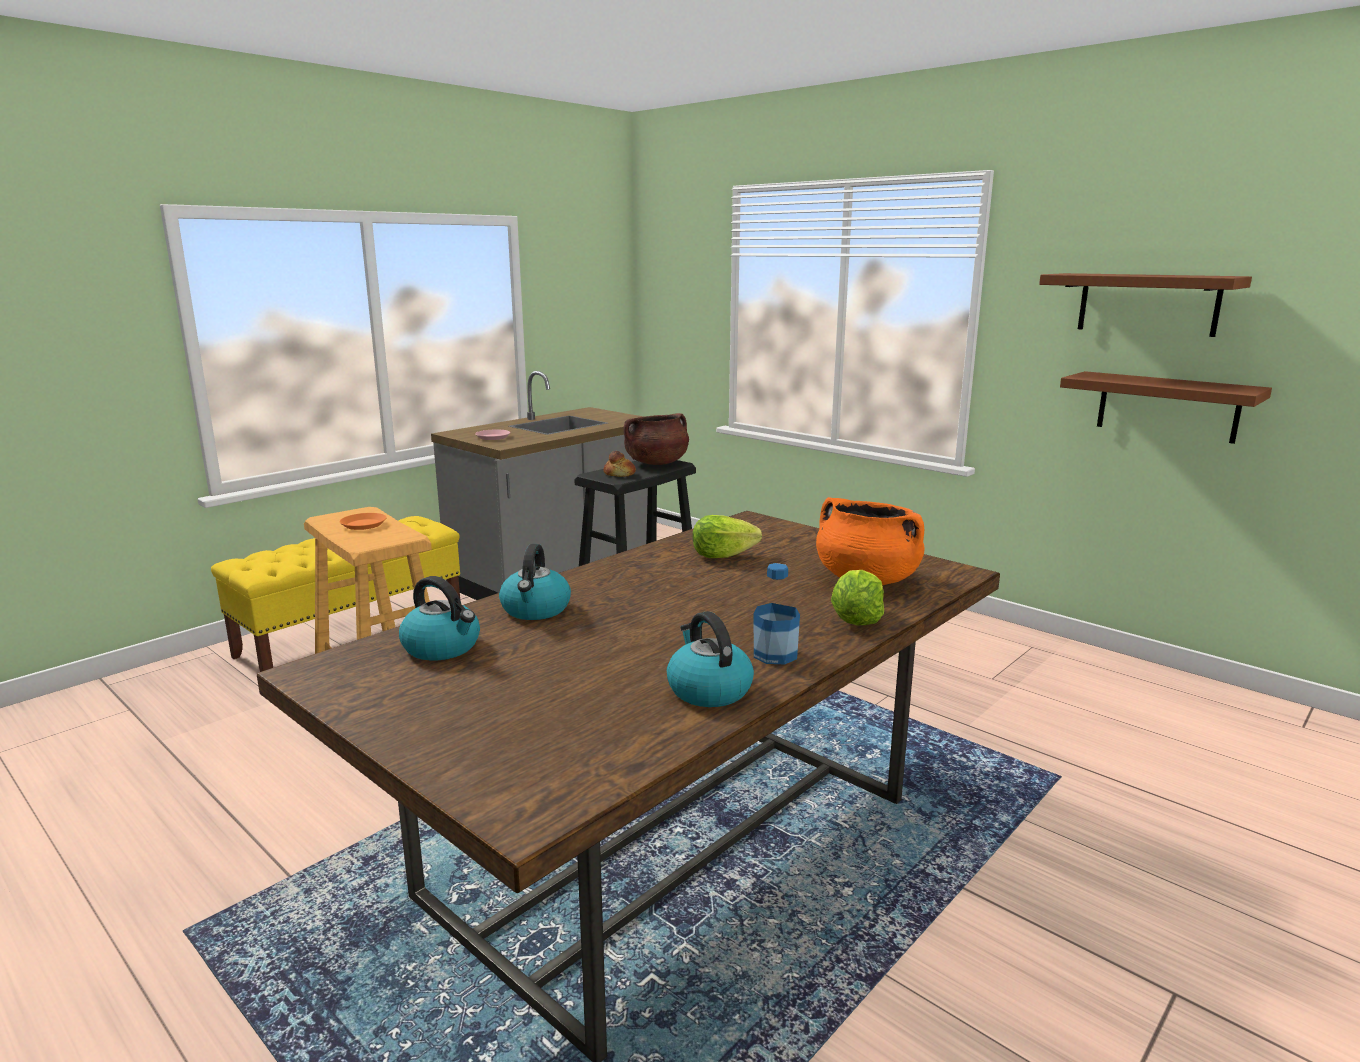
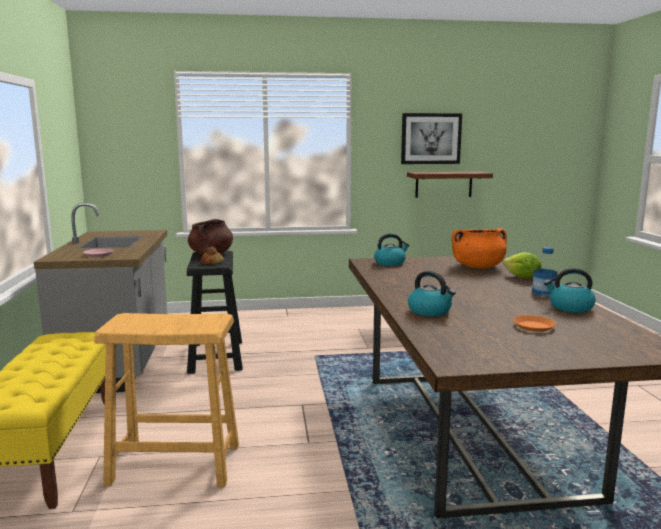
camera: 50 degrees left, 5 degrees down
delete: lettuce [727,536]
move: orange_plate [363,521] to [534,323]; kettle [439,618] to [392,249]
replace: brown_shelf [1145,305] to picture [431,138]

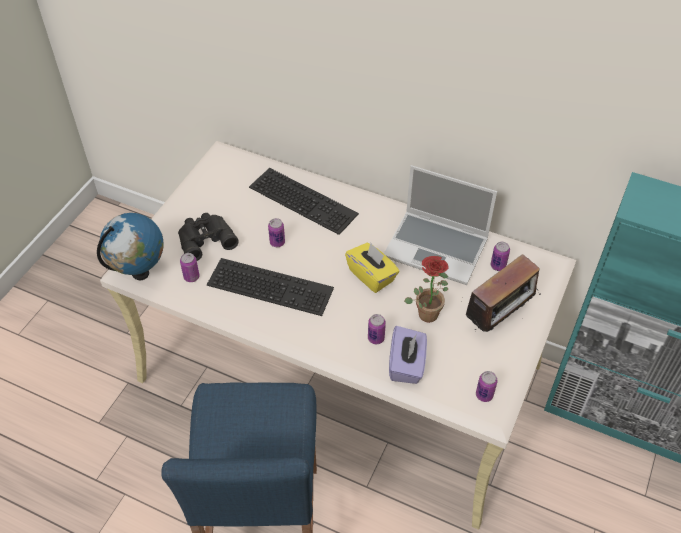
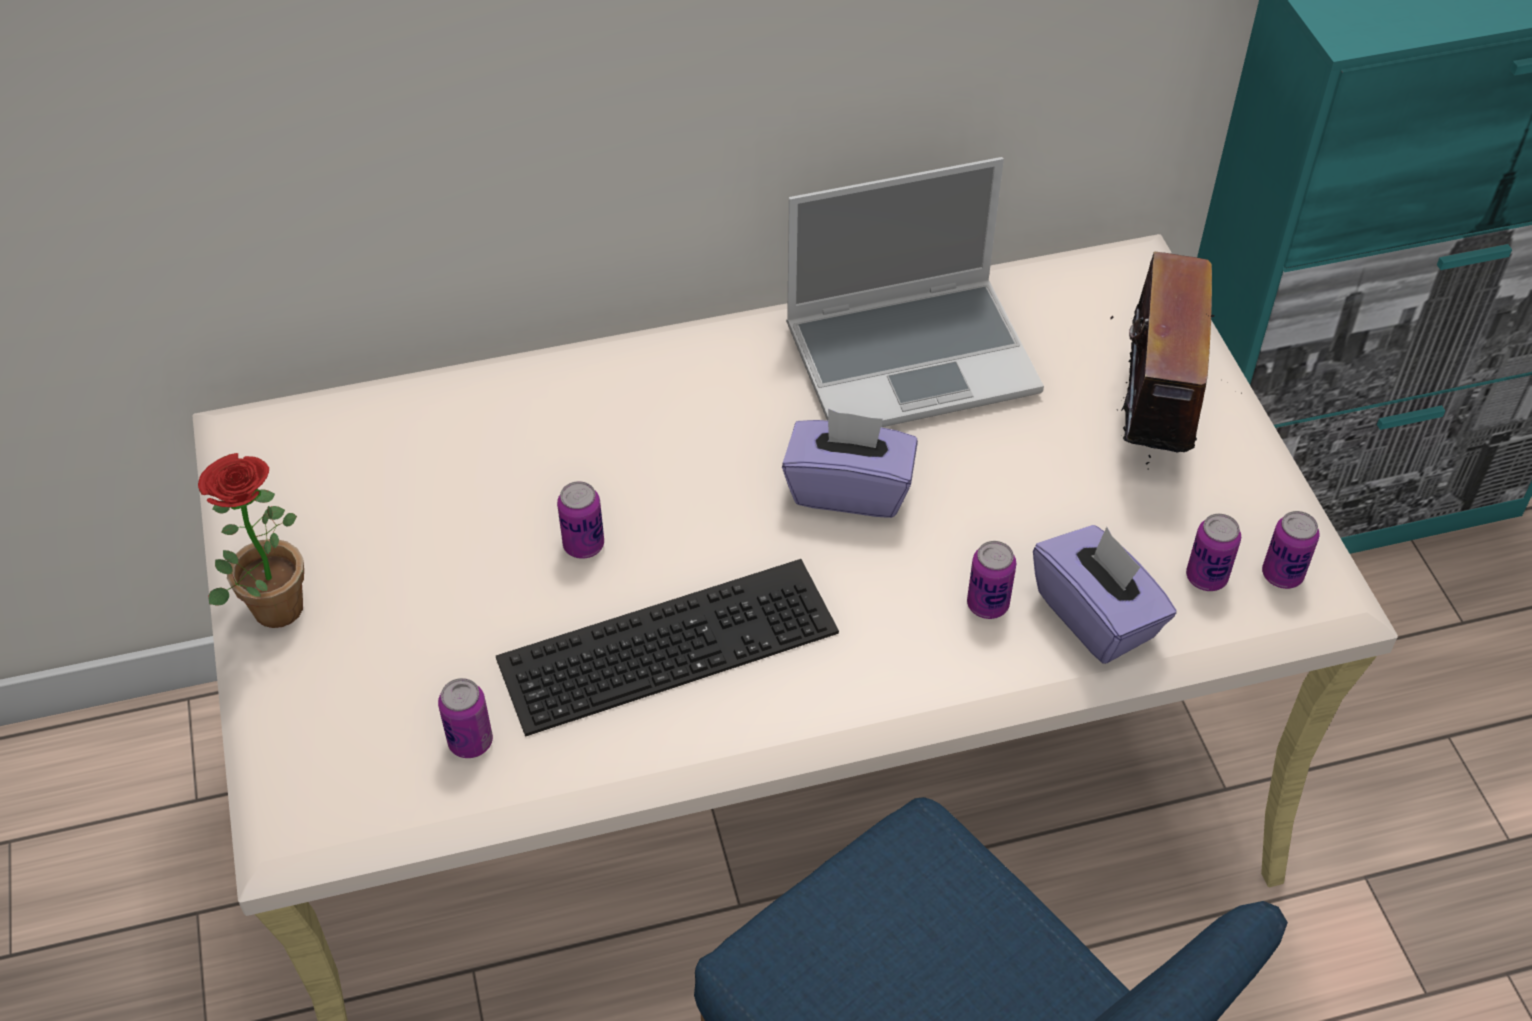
camera: 40 degrees left, 0 degrees up
delete: globe [130,246]; black_binoculars [208,237]; keyboard [304,201]
move: potted_plant [426,289] to [251,540]; can [500,256] to [1213,552]
recolor: yellow_tissue_box [372,268] to purple_tissue_box [850,463]

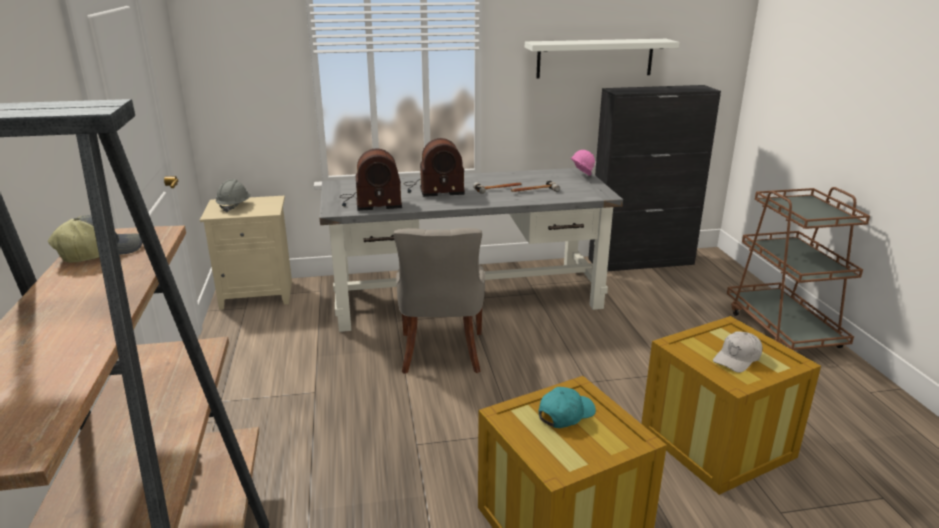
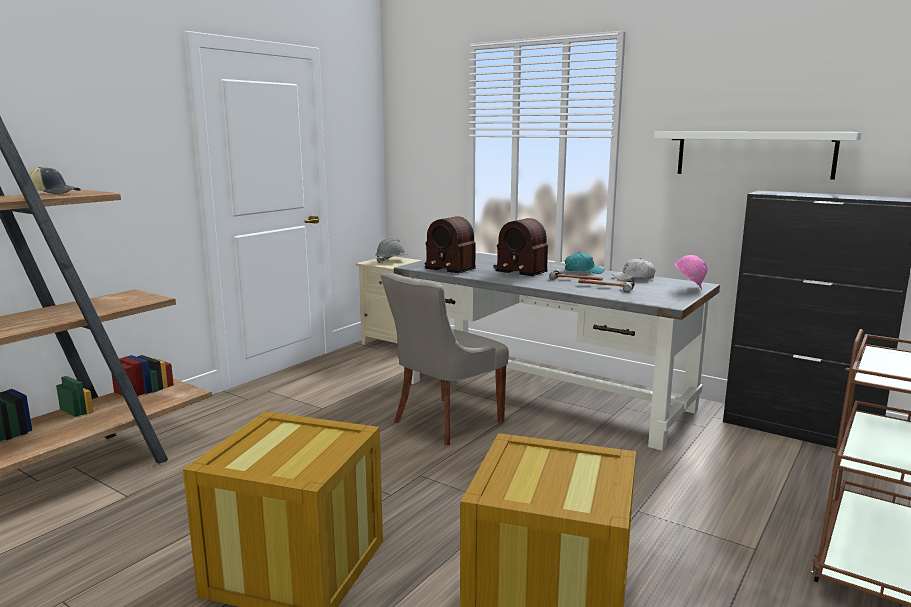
camera: 45 degrees right, 10 degrees down
move: turquoise_cap [567,407] to [585,263]; white_cap [737,352] to [633,269]

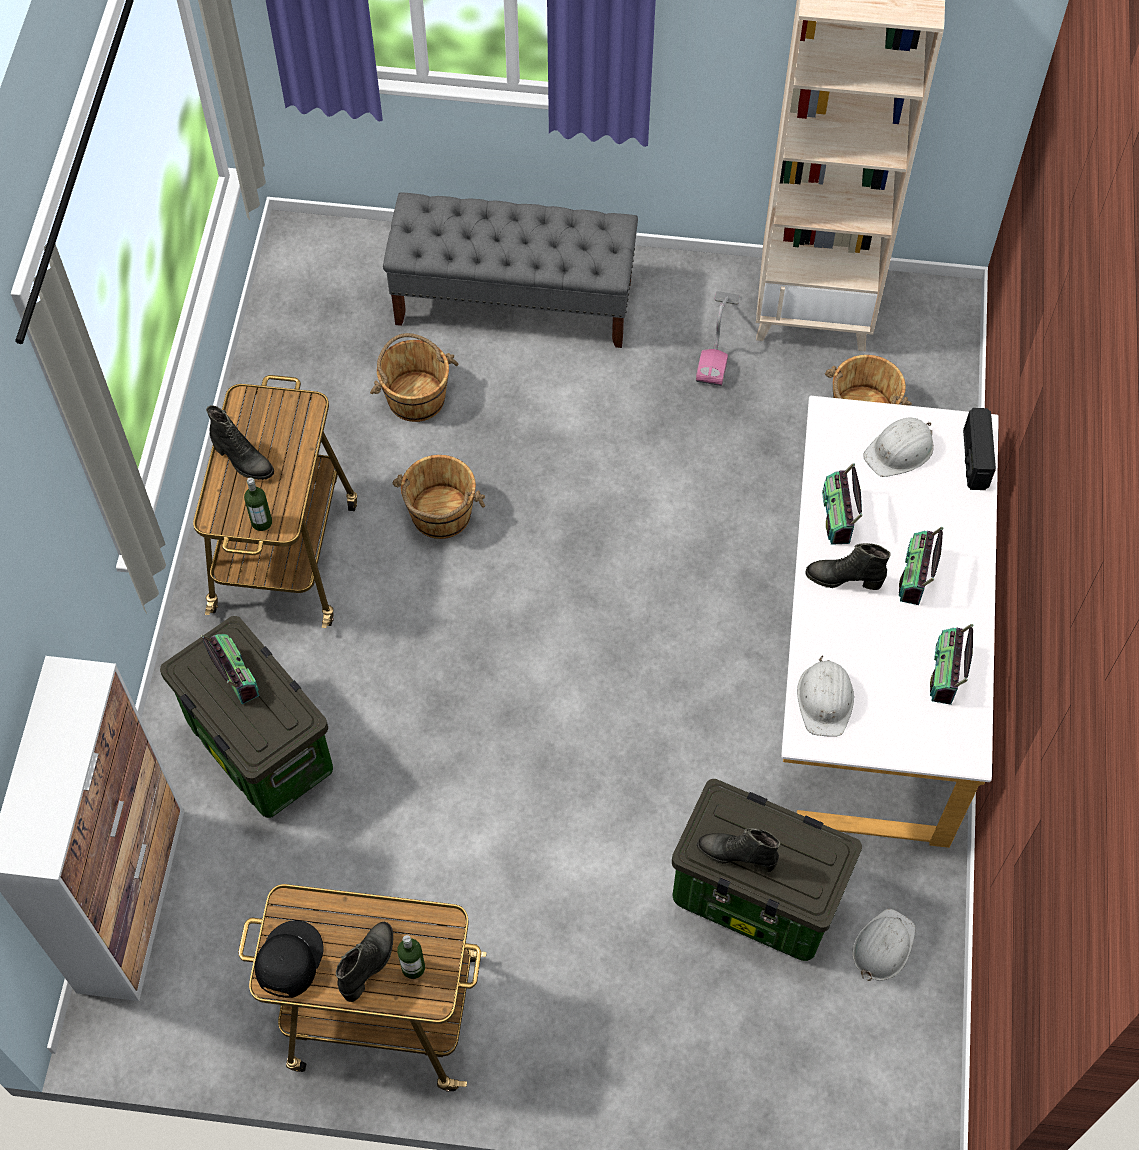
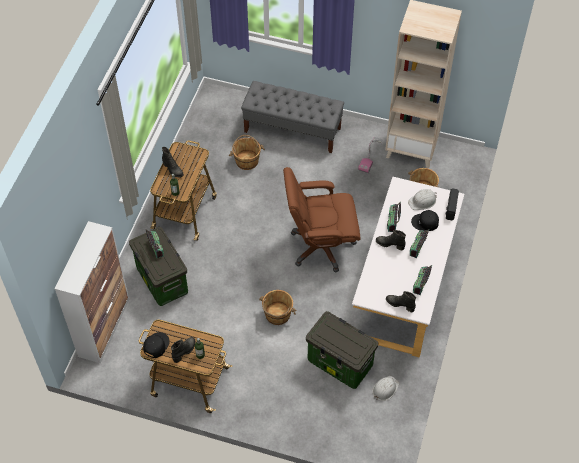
camera: 10 degrees right, 5 degrees down
delete: white_hard_hat [825,696]
insert: brown_office_chair [321,220]; black_cap [425,220]
move: brown_bucket [438,497] to [277,307]; black_boot [738,850] to [401,301]

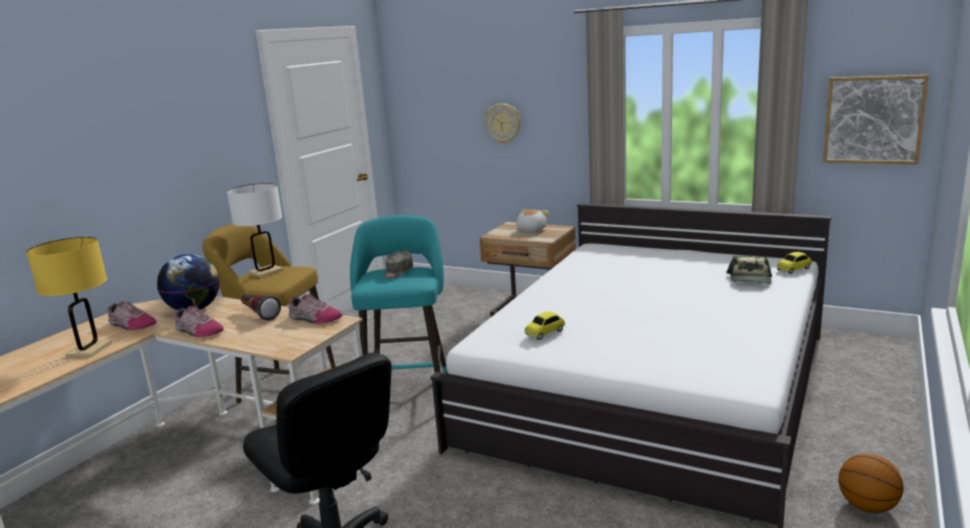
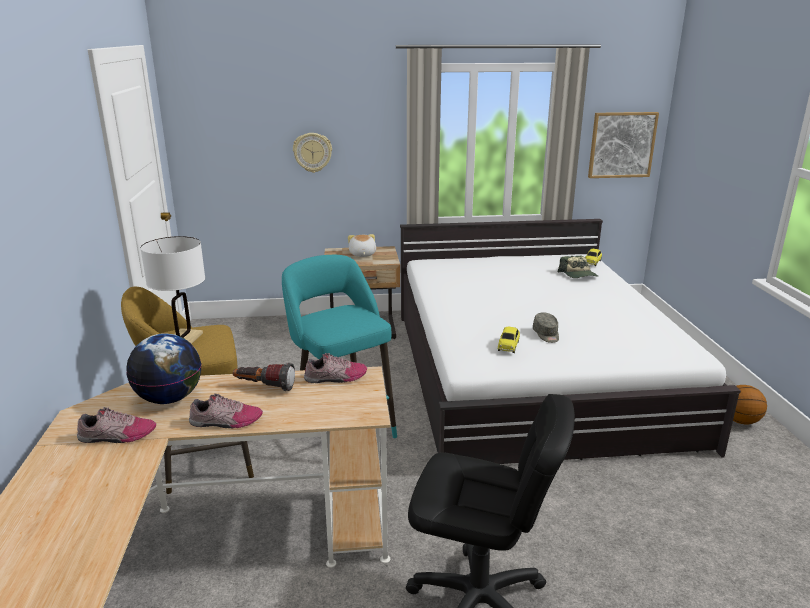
camera: 35 degrees left, 5 degrees up
delete: yellow_table_lamp [69,297]
move: grey_cap [398,264] to [546,327]

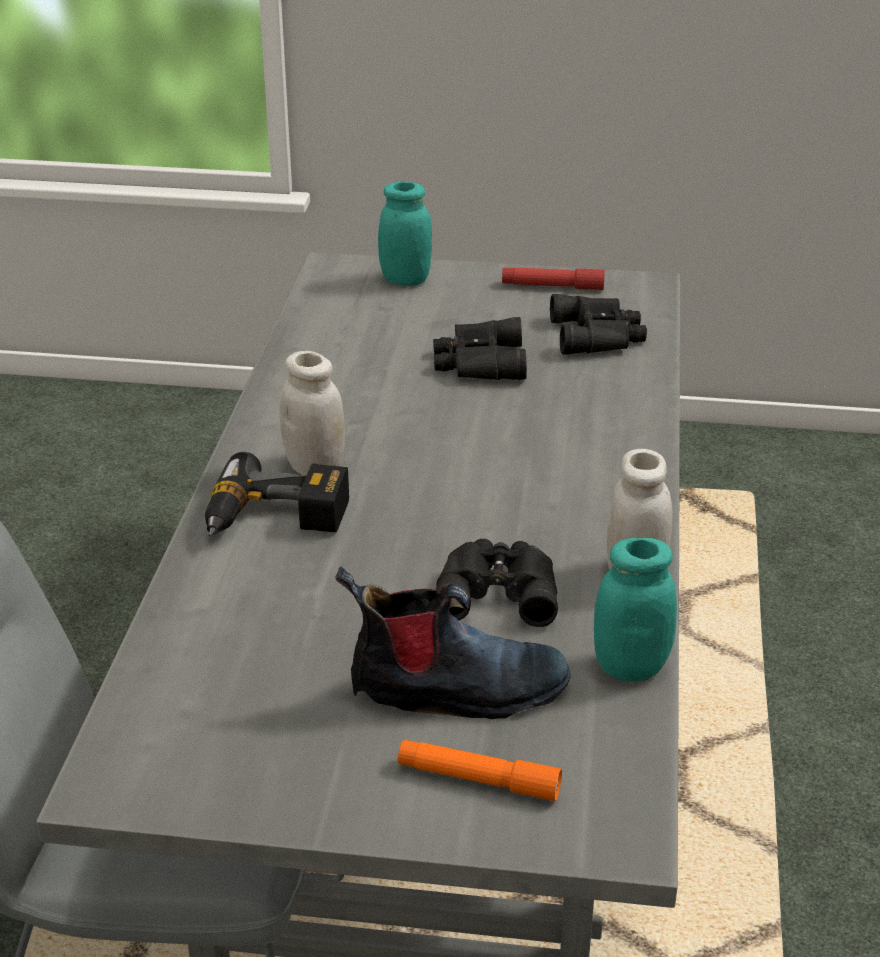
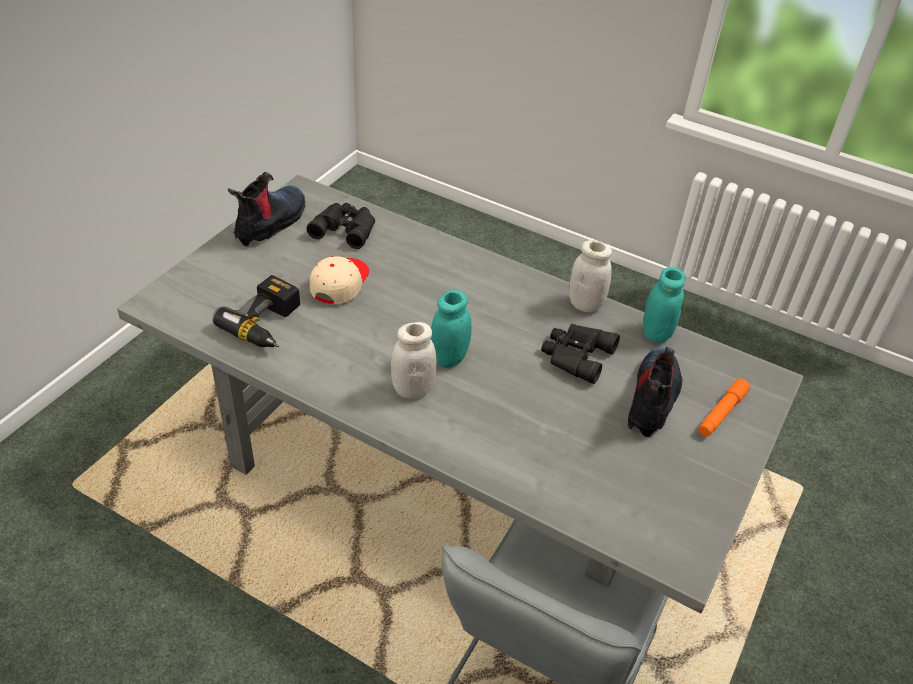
camera: 70 degrees left, 10 degrees up
move: power_drill [277,494] to [256,311]; turquoise_jar [405,234] to [451,329]
replace: black_binoculars [480,348] to beige_cap [339,280]; red_flashlight [553,278] to boot [266,209]

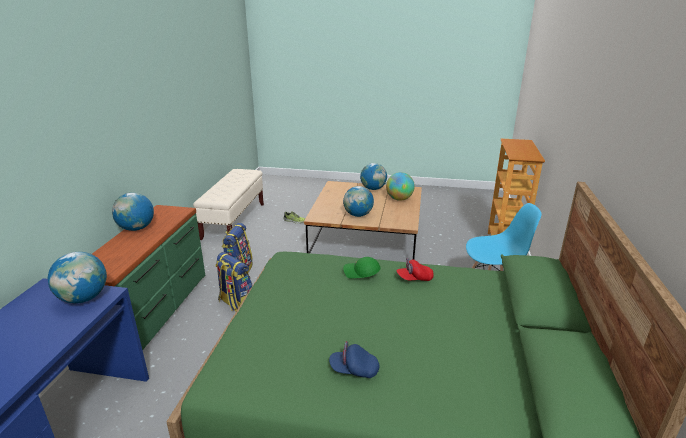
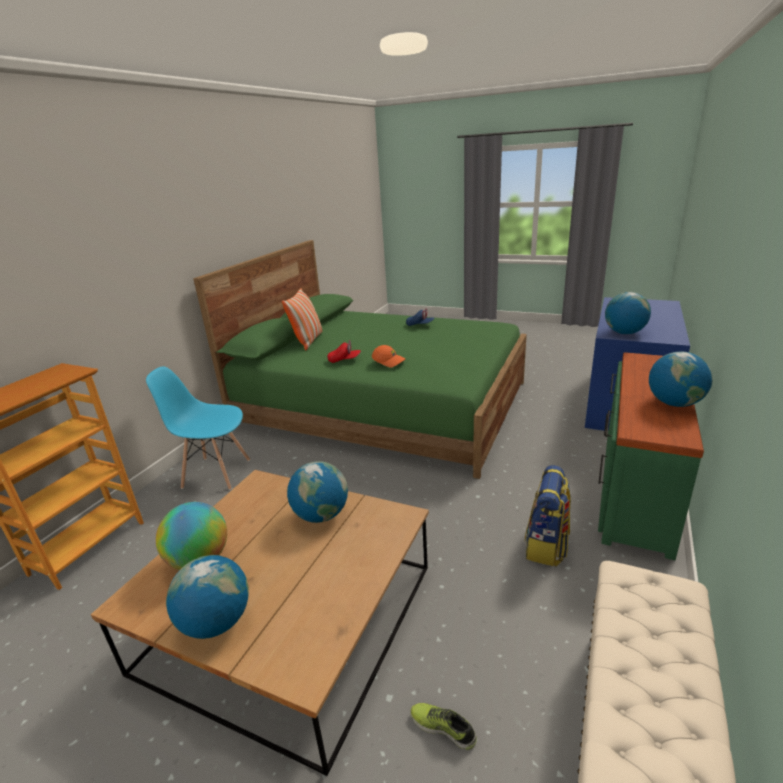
camera: 165 degrees left, 0 degrees up
delete: backpack [234,282]
insert: pillow [302,319]
recolor: green_cap [362,268] to orange_cap [389,356]

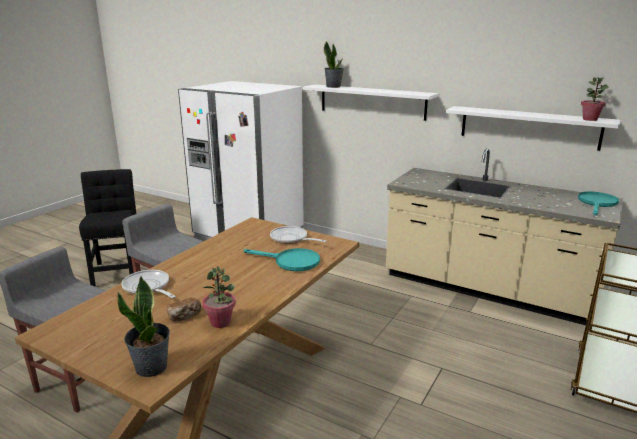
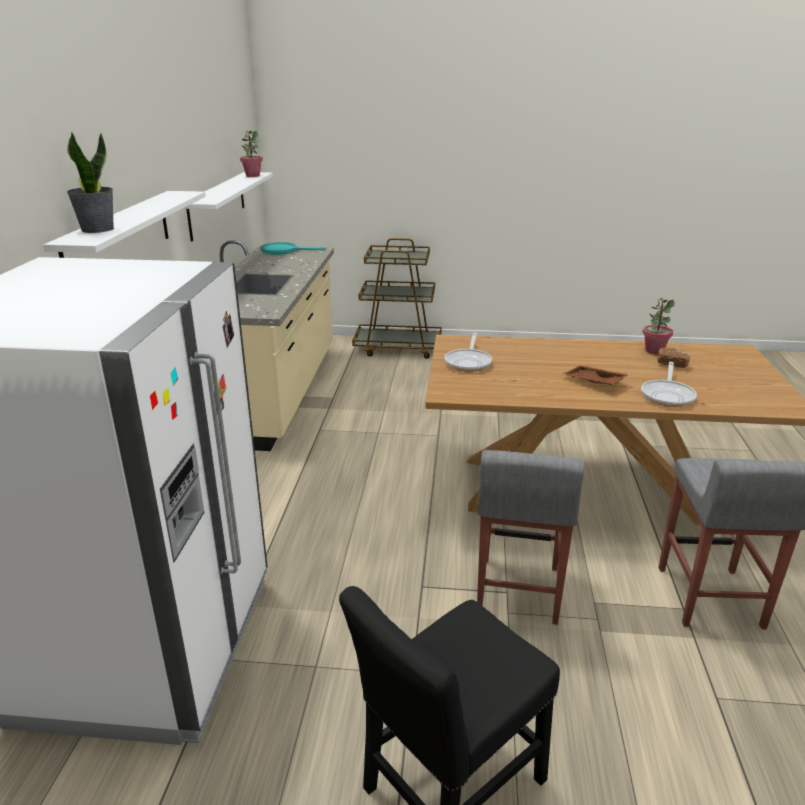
camera: 115 degrees left, 5 degrees up
delete: potted_plant [143,326]; turquoise_frying_pan [282,259]
insert: brown_tray [596,375]

